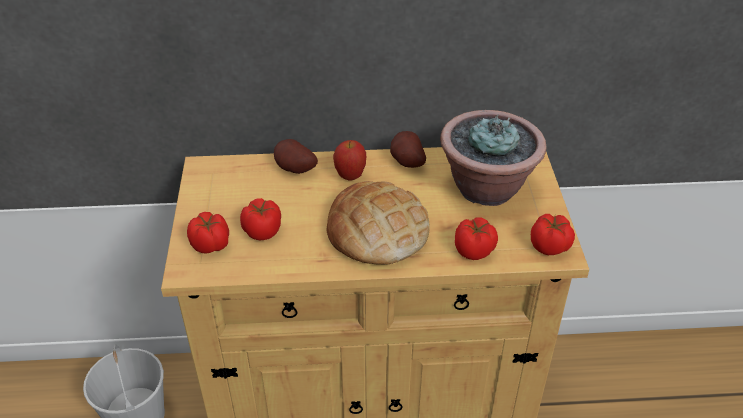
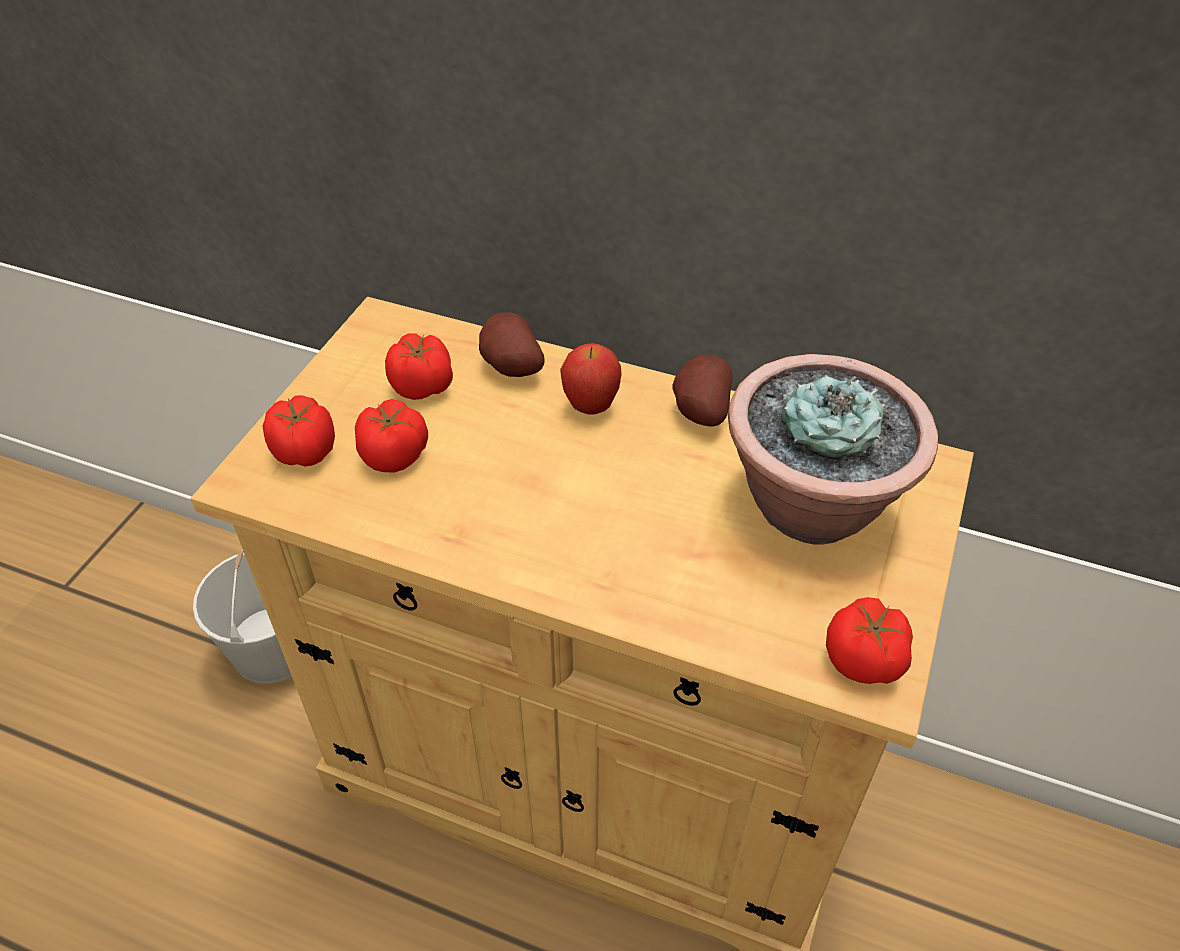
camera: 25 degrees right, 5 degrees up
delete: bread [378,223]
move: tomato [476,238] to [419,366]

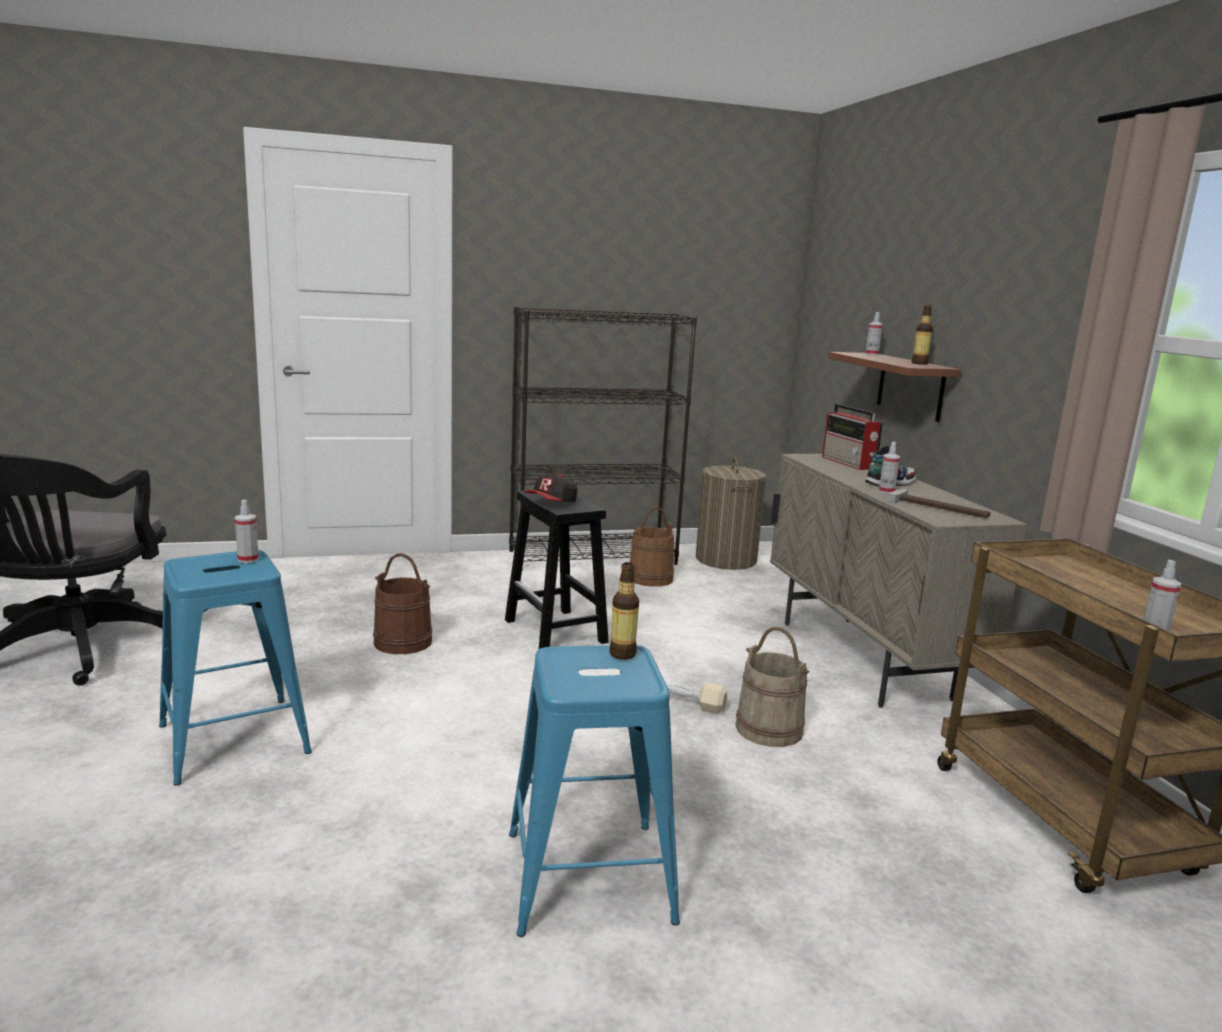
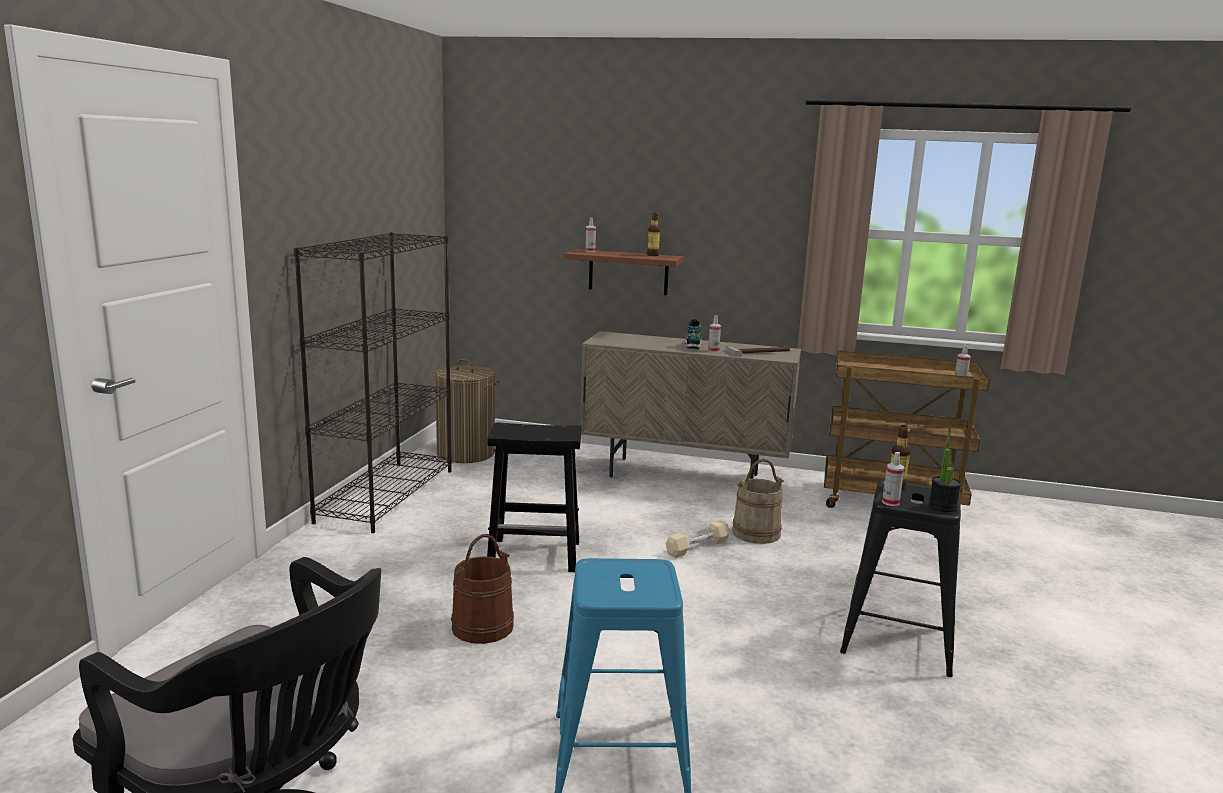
camera: 60 degrees left, 0 degrees up
delete: cap [551,488]; brown_bucket [652,546]; radio [852,437]
insert: potted_plant [945,469]
move: spray_bottle [247,531] to [893,479]
recolor: blue_stool [594,791] to black_stool [900,578]

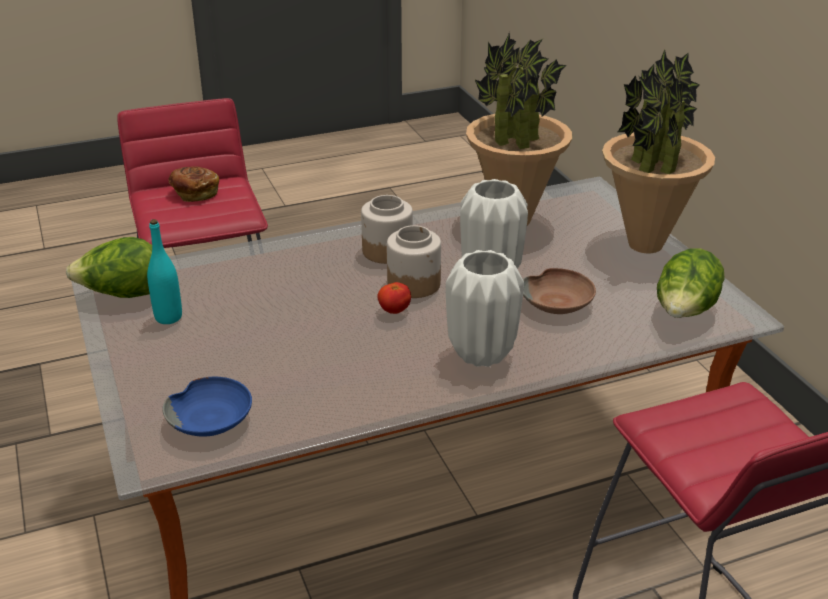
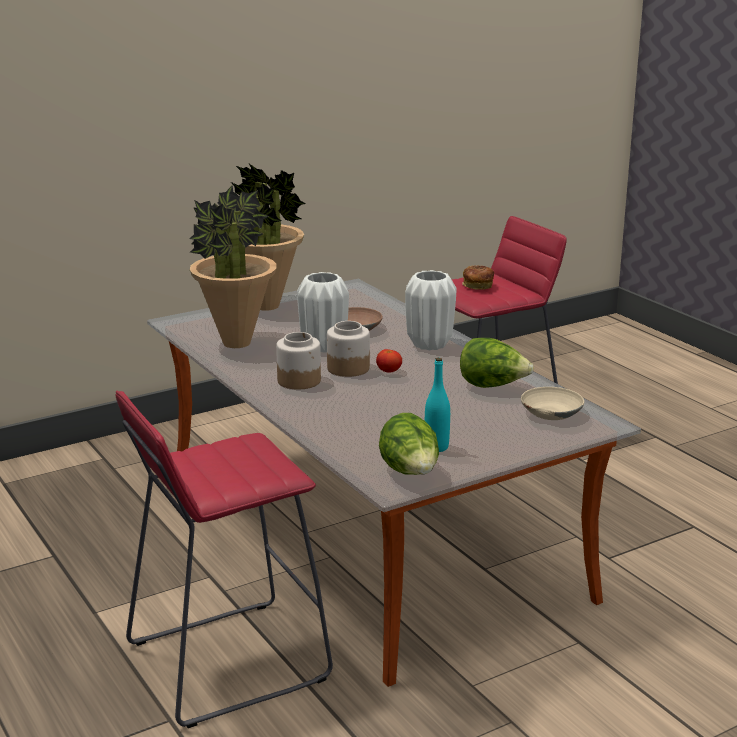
camera: 100 degrees left, 10 degrees down
move: bread [194,184] to [478,277]; lettuce [691,283] to [497,363]
recolor: blue_bowl [207,406] to beige_bowl [552,403]

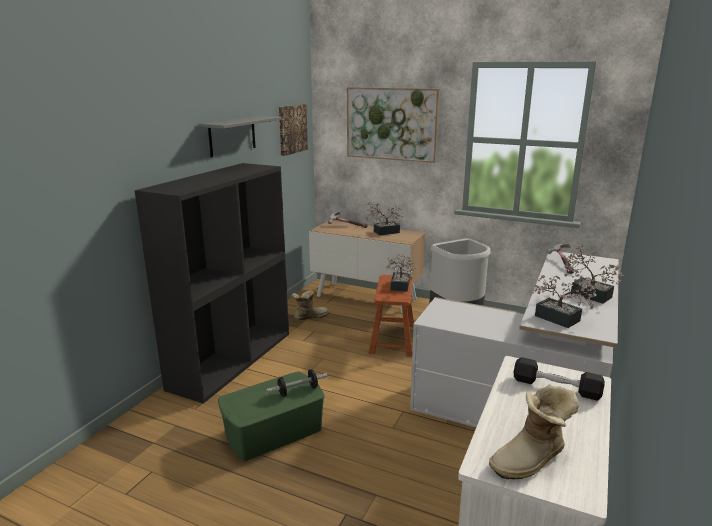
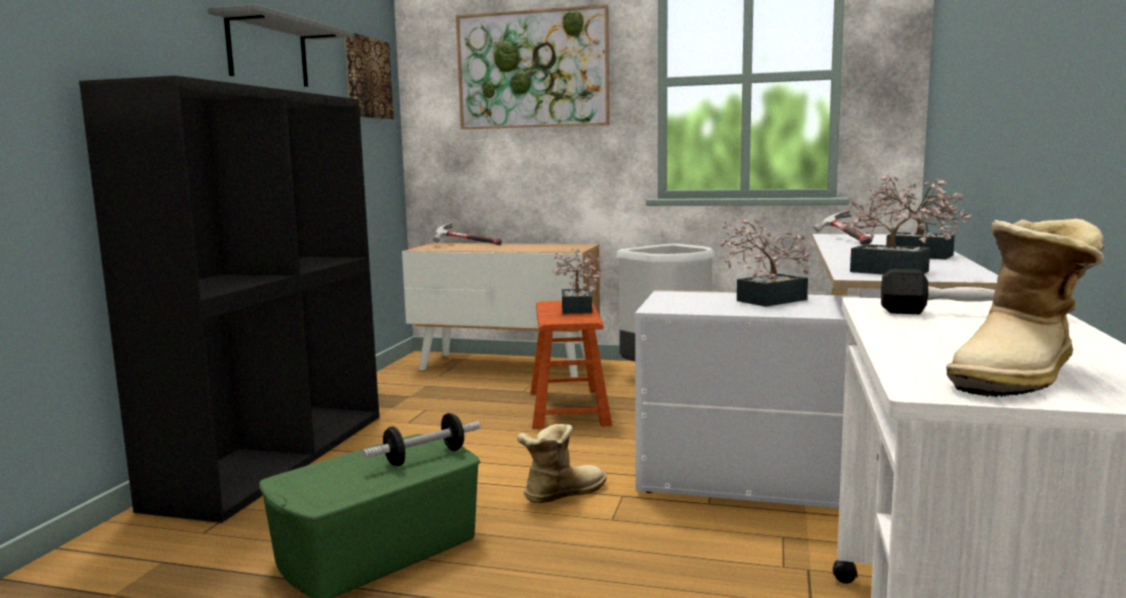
camera: 10 degrees left, 10 degrees down
move: boot [310,305] to [562,463]; potted_plant [385,218] to [764,262]

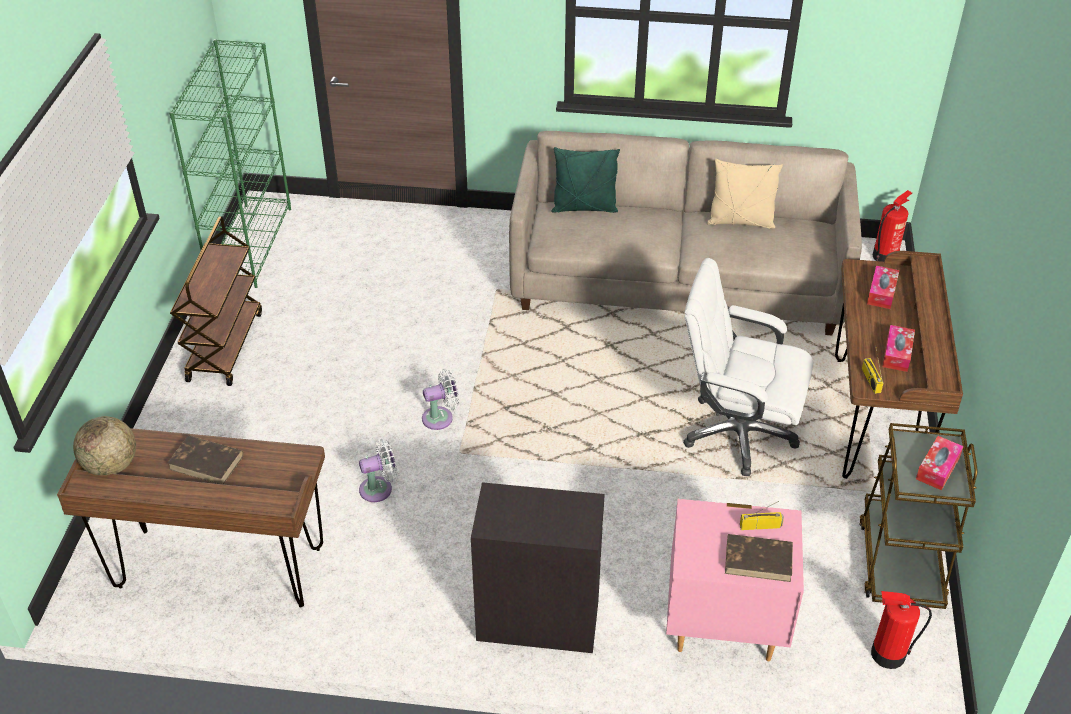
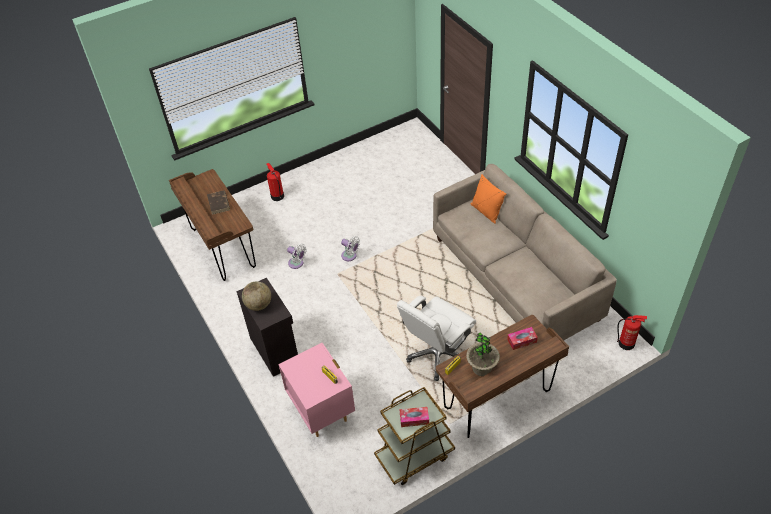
camera: 55 degrees right, 5 degrees up
delete: green_bookcase [230,163]; brown_cart [216,301]; beige_pillow [745,193]; brown_book [759,558]
move: globe [104,445] to [256,296]; fire_extinguisher [901,630] to [275,182]
replace: tissue_box [898,348] to potted_plant [483,354]
recolor: green_pillow [585,180] to orange_pillow [488,199]
rotate: white_office_chair [748,367] = [436,338] 120 degrees counterclockwise

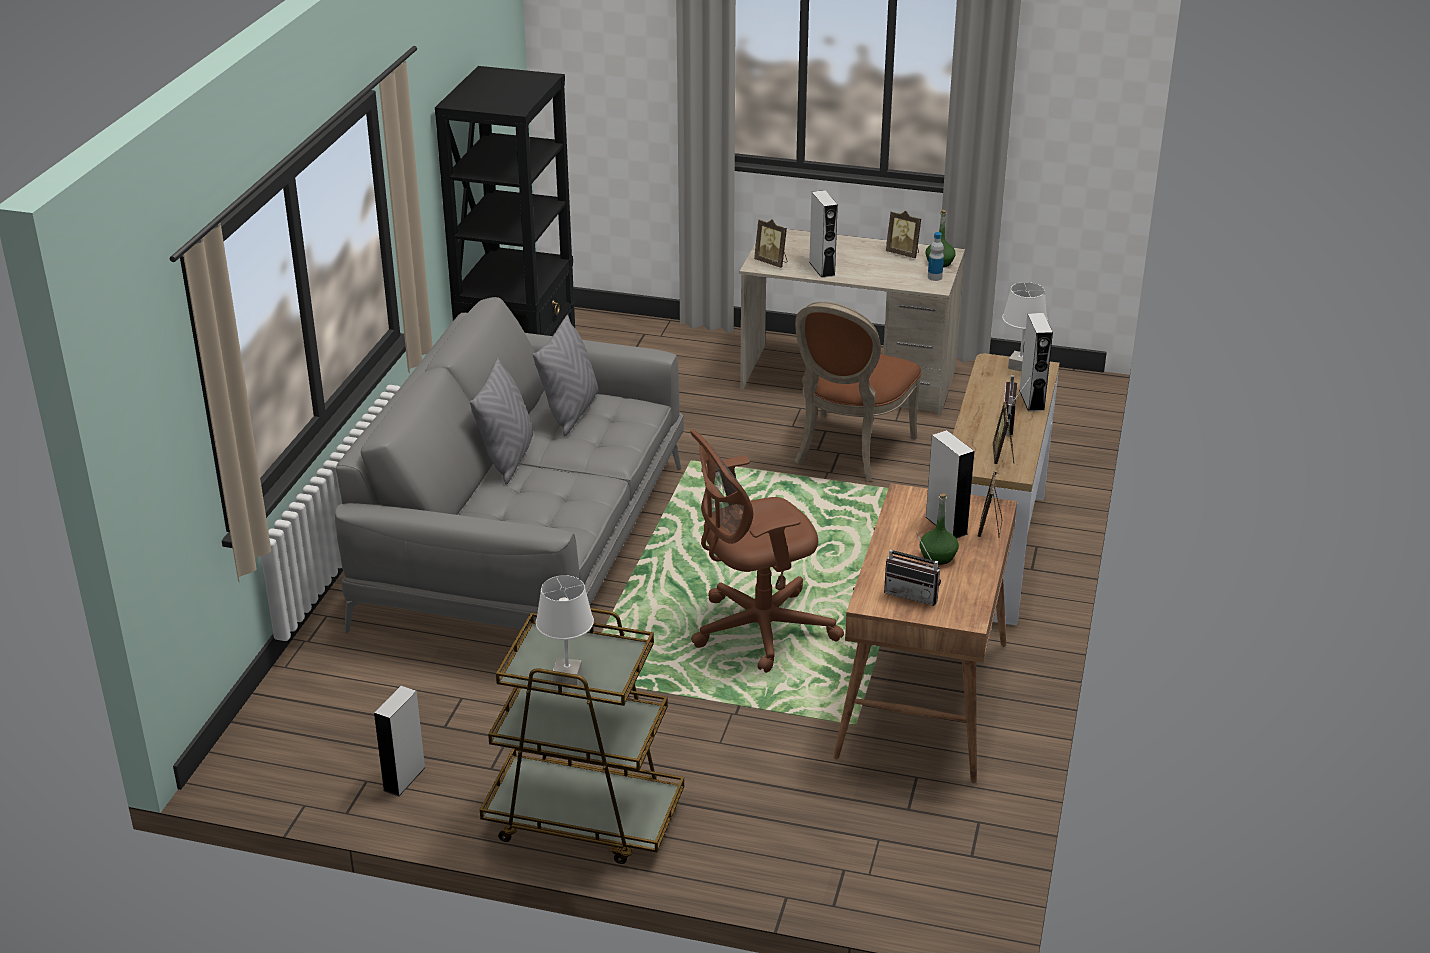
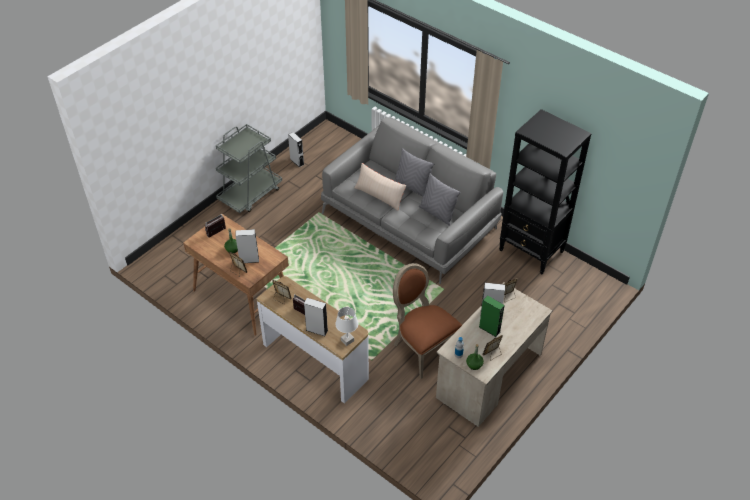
camera: 115 degrees right, 15 degrees up
delete: white_table_lamp [565,630]; brown_office_chair [767,551]
insert: beige_pillow [380,187]; green_speaker [492,316]
recolor: brown_cart [582,736] to grey_cart [249,168]

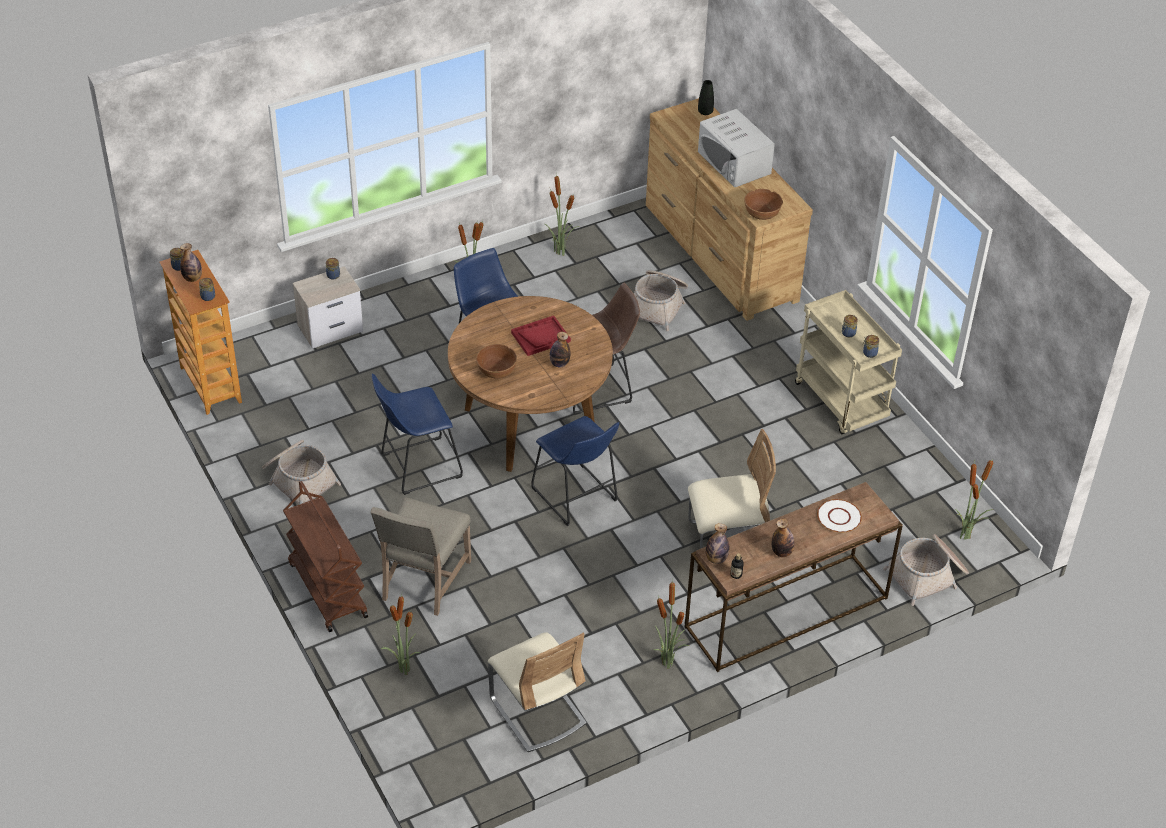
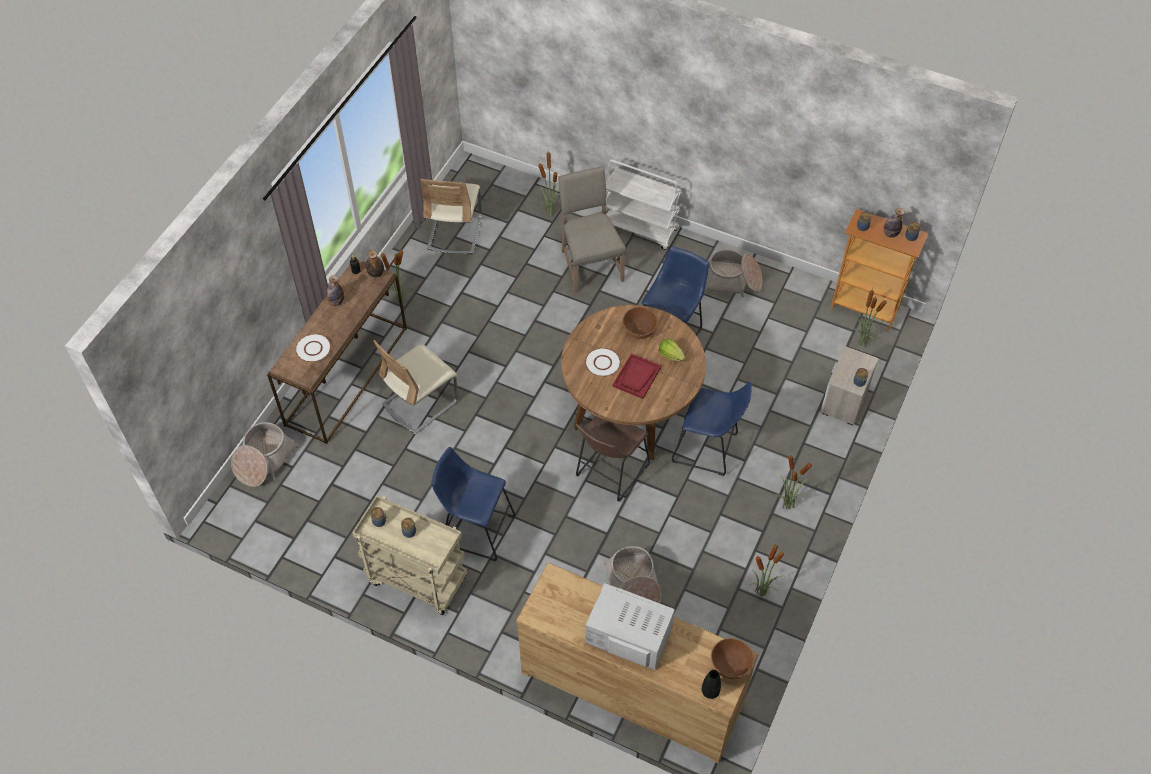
camera: 145 degrees right, 10 degrees up
insert: lettuce [672,350]
move: blue_stool [575,471] to [473,504]; brown_bowl [763,204] to [732,659]; potted_plant [974,498] to [871,316]
replace: bottle [560,349] to white_plate [603,362]
recolor: brown_cart [325,556] to white_cart [643,205]
rotate: beige_chair [537,692] = [451,216] 105 degrees counterclockwise

